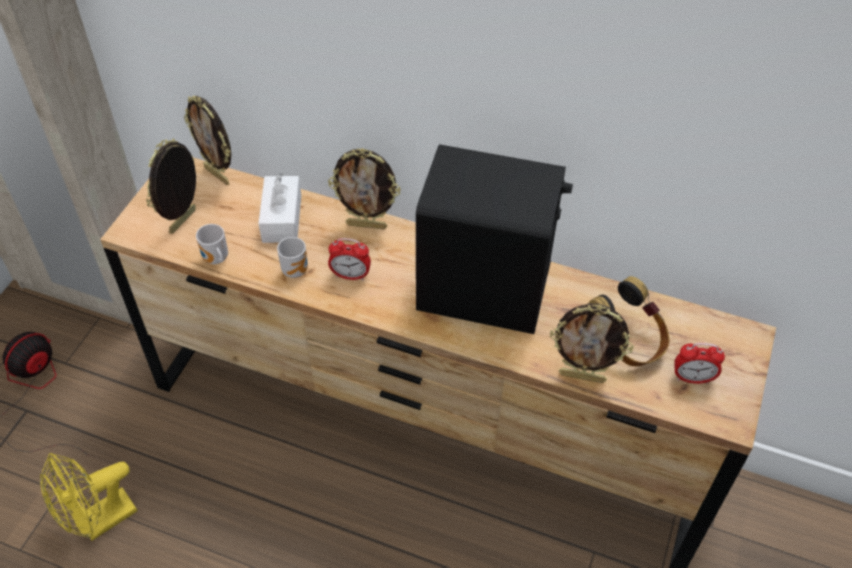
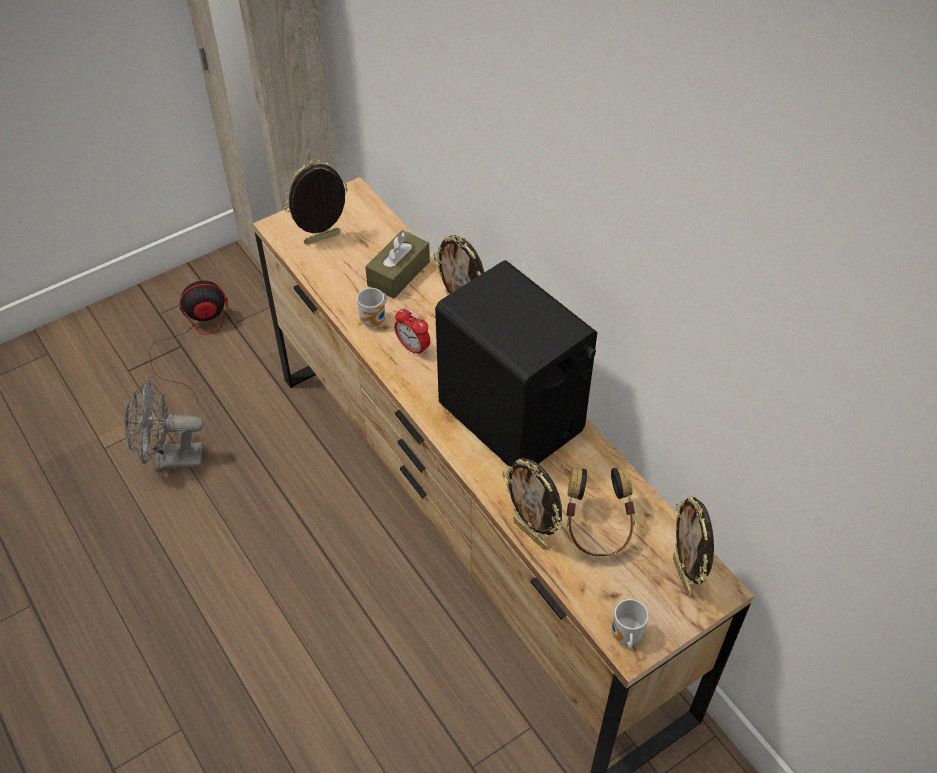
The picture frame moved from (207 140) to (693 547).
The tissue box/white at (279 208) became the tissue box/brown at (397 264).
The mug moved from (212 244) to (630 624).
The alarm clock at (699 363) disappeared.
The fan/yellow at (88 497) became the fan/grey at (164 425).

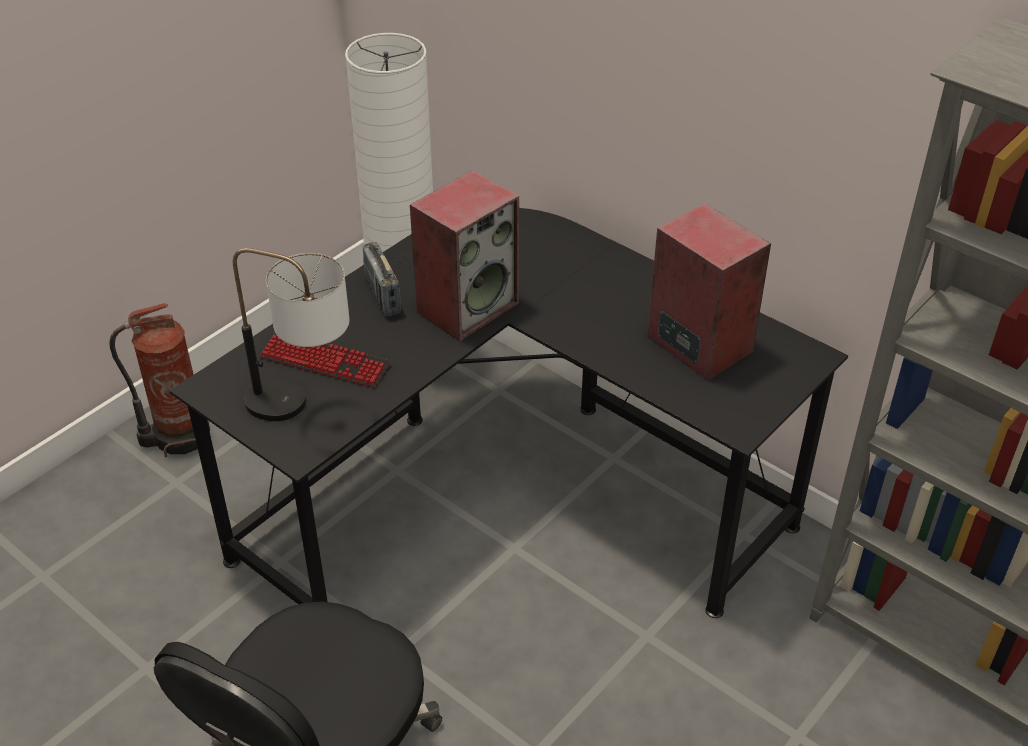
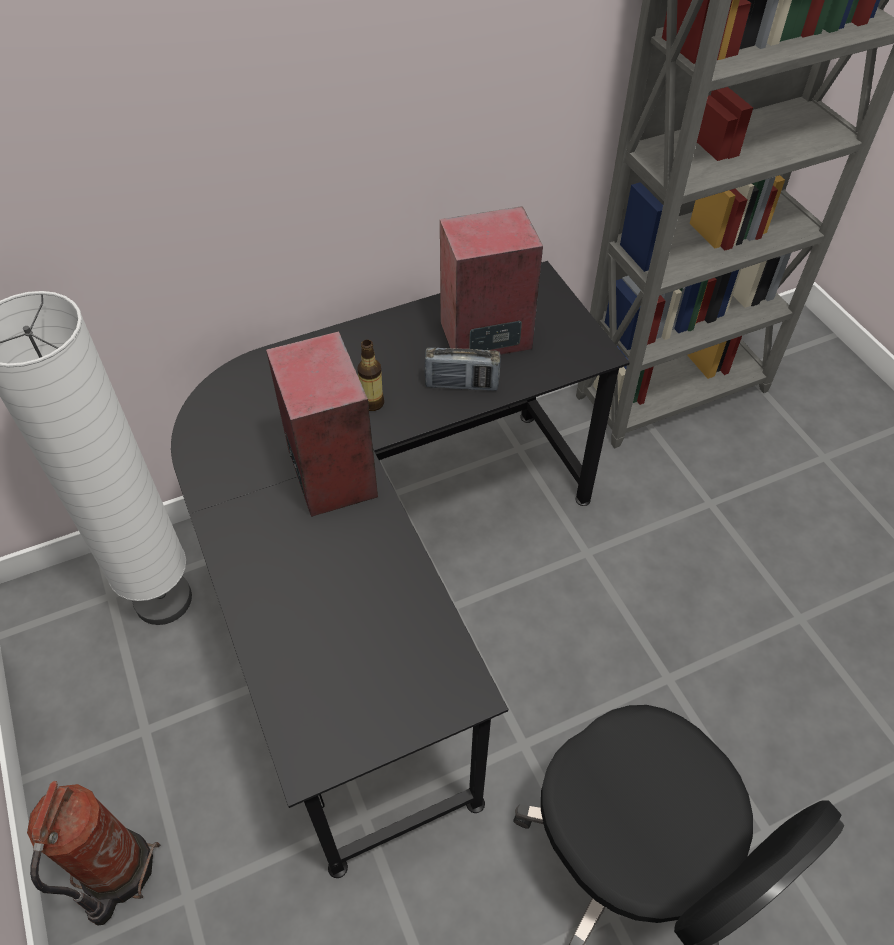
The radio moved from (382 279) to (463 369).
The table lamp at (291 334) disappeared.
The keyboard at (325 360) disappeared.
The bottle at (370 375) appeared.

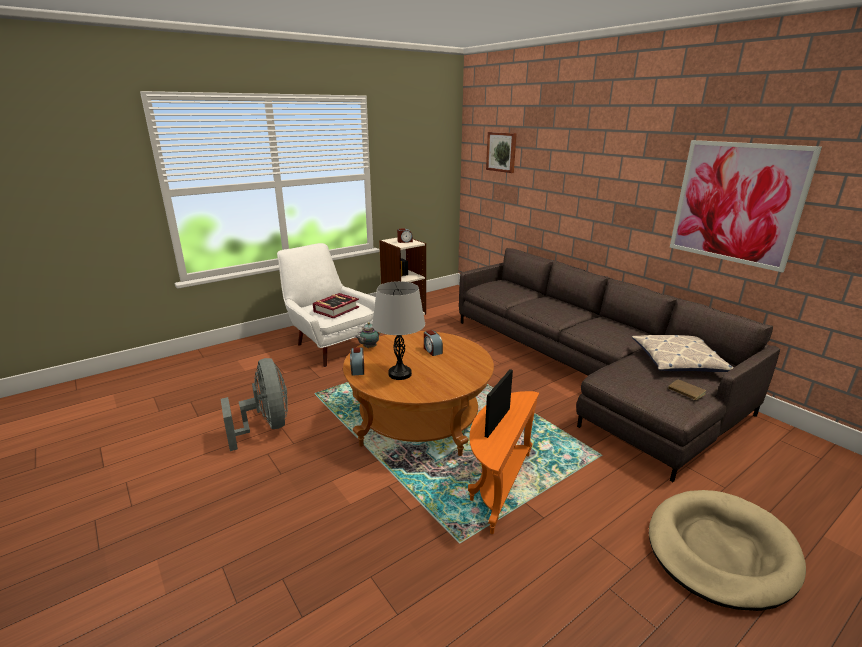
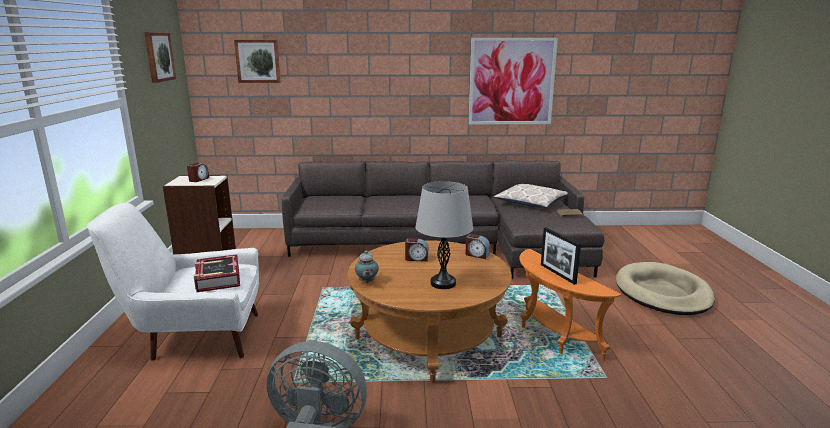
The alarm clock moved from (357 361) to (478 246).
The picture at (160 57) appeared.

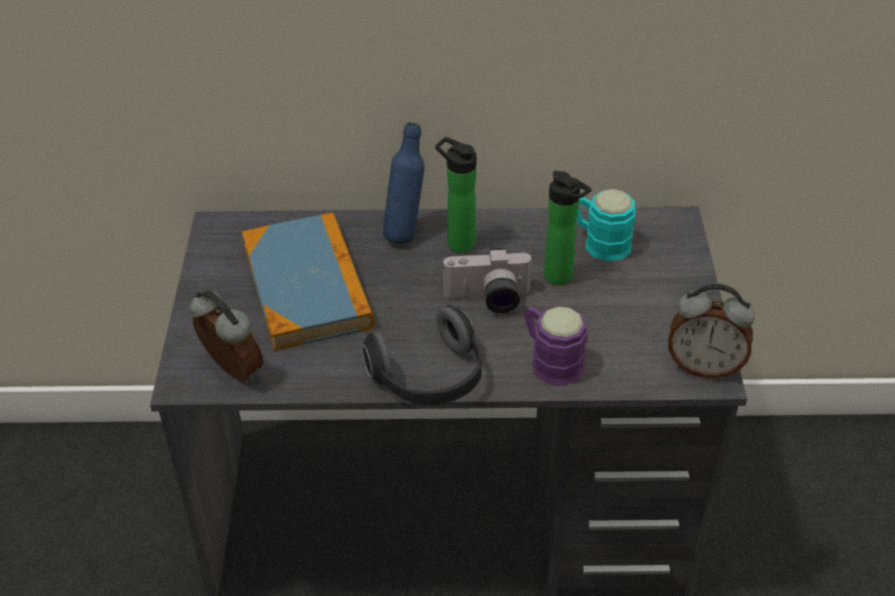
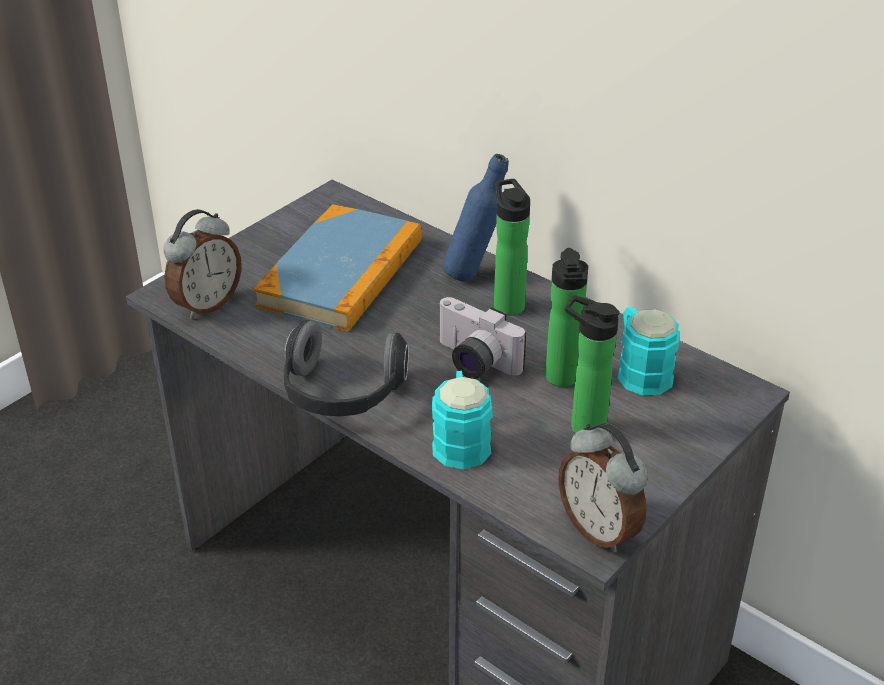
The alarm clock at (226 335) turned 45 degrees clockwise.
The mug/purple at (556 346) became the mug/turquoise at (462 420).
The bottle at (592 364) appeared.

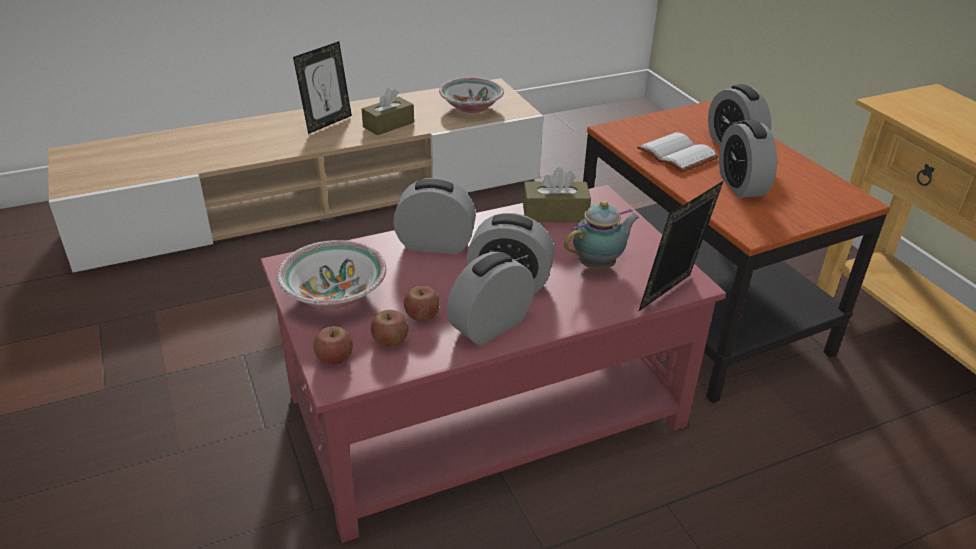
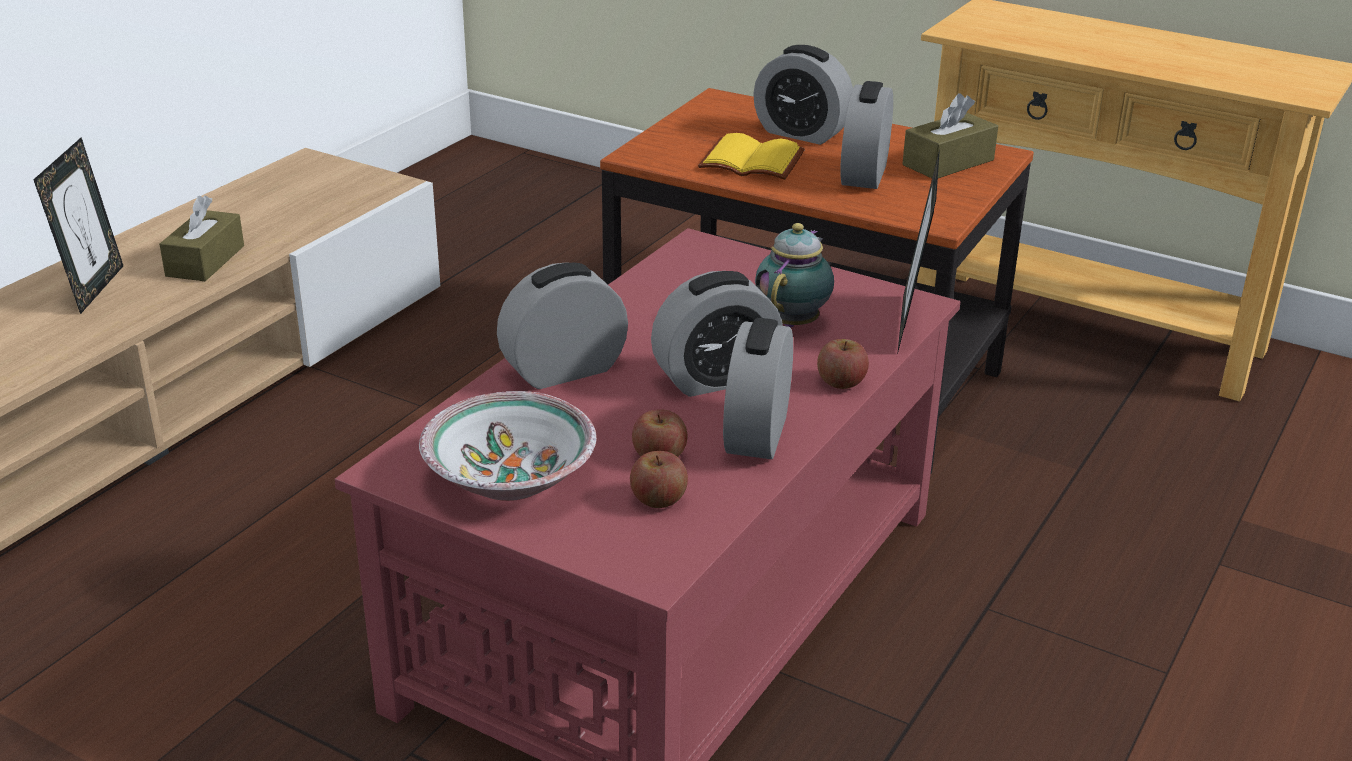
The bowl at (471 95) disappeared.
The alarm clock at (748 159) turned 60 degrees clockwise.
The book/white at (678 152) became the book/yellow at (751 156).
The tissue box/brown moved from (557 194) to (950 135).
The apple moved from (333 345) to (843 364).

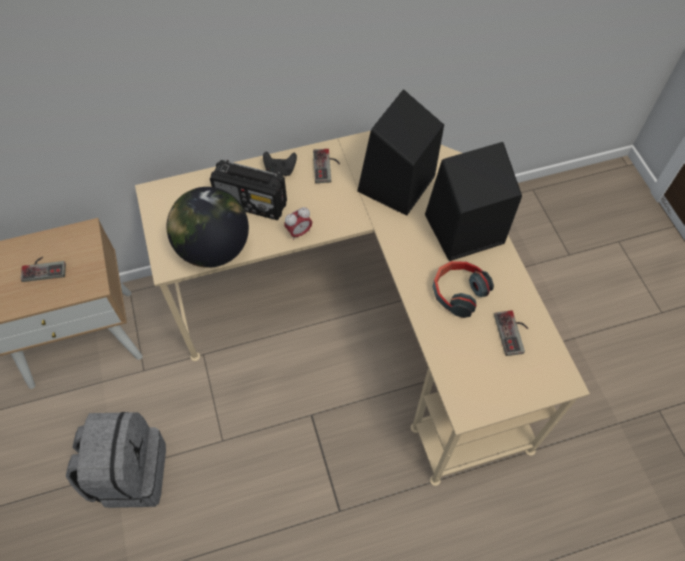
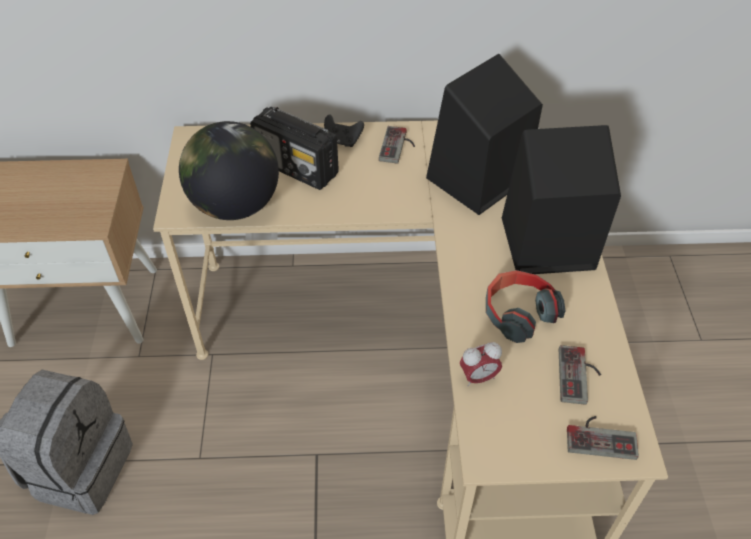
The alarm clock moved from (298 223) to (481 364).
The game controller moved from (43 269) to (603 438).

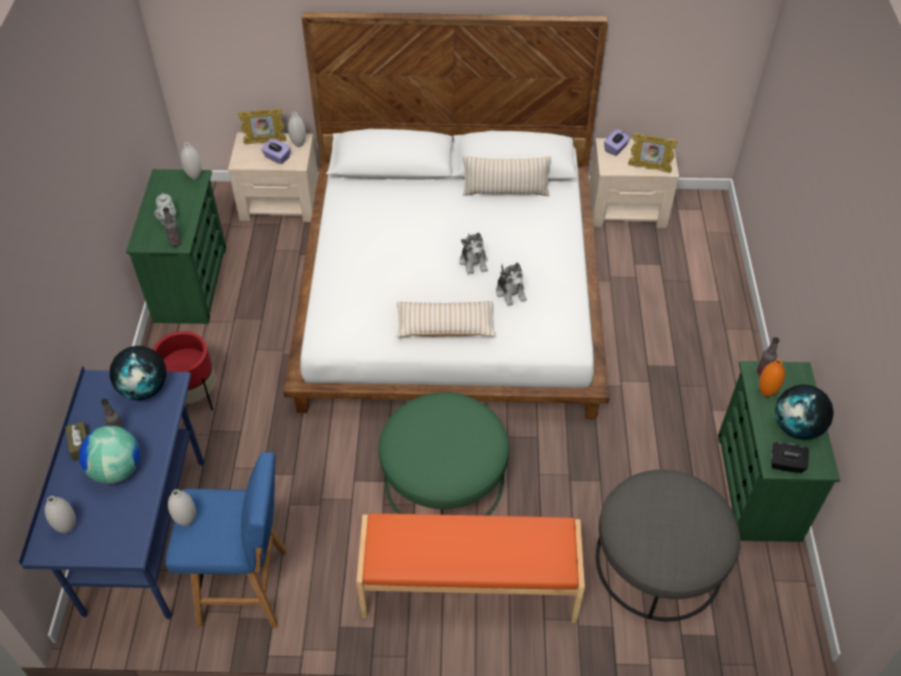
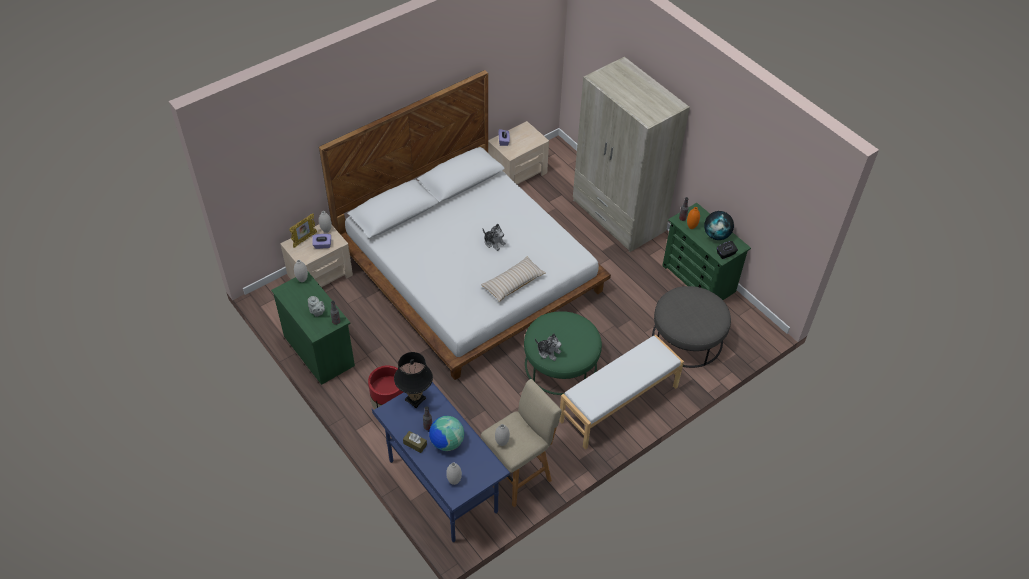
The picture frame at (653 153) disappeared.
The pillow/beige at (507 176) disappeared.
The plush toy moved from (511 284) to (548 347).
The globe at (138 373) was replaced by the table lamp/black at (413 380).
The stool/blue at (226 540) became the stool/beige at (521 443).
The bench/orange at (470 568) became the bench/white at (621 392).
The wardrobe/beige at (631 154) appeared.

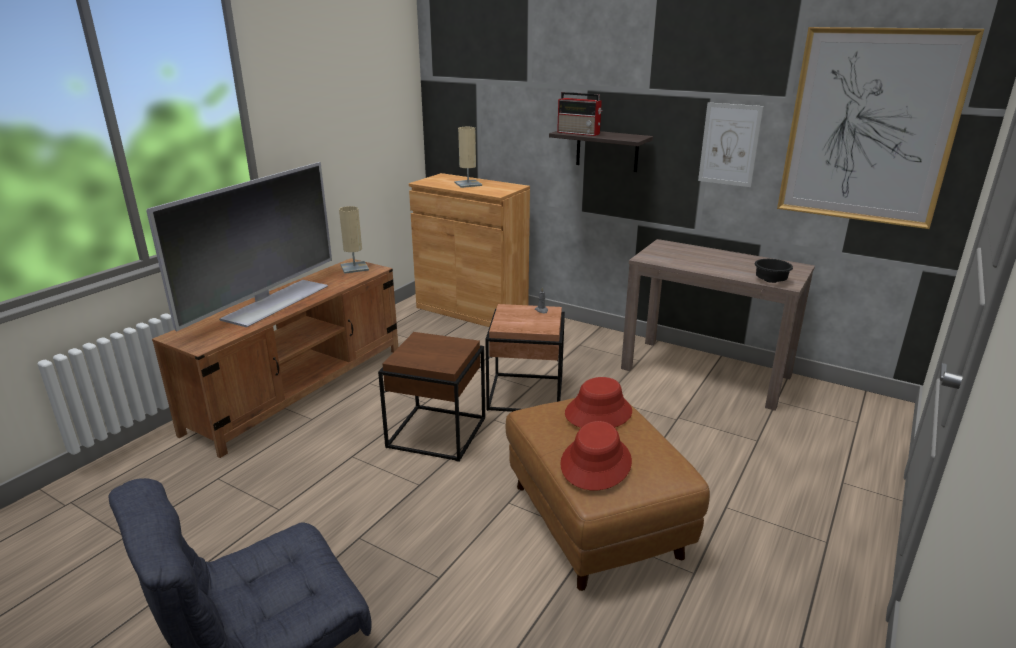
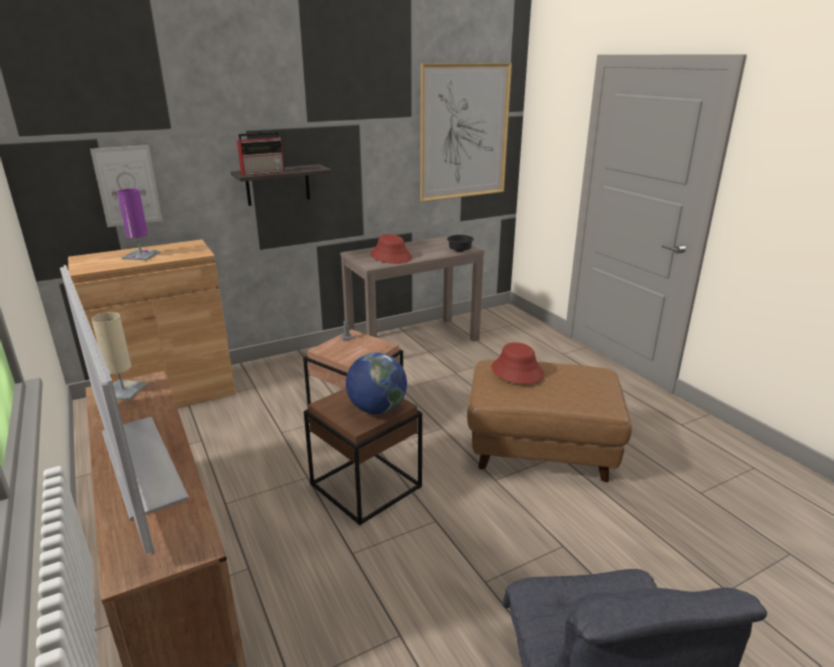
The picture moved from (730 144) to (126 186).
The table lamp/beige at (468 157) became the table lamp/purple at (138 224).
The hat/red moved from (596 455) to (391 249).
The globe at (376 383) appeared.

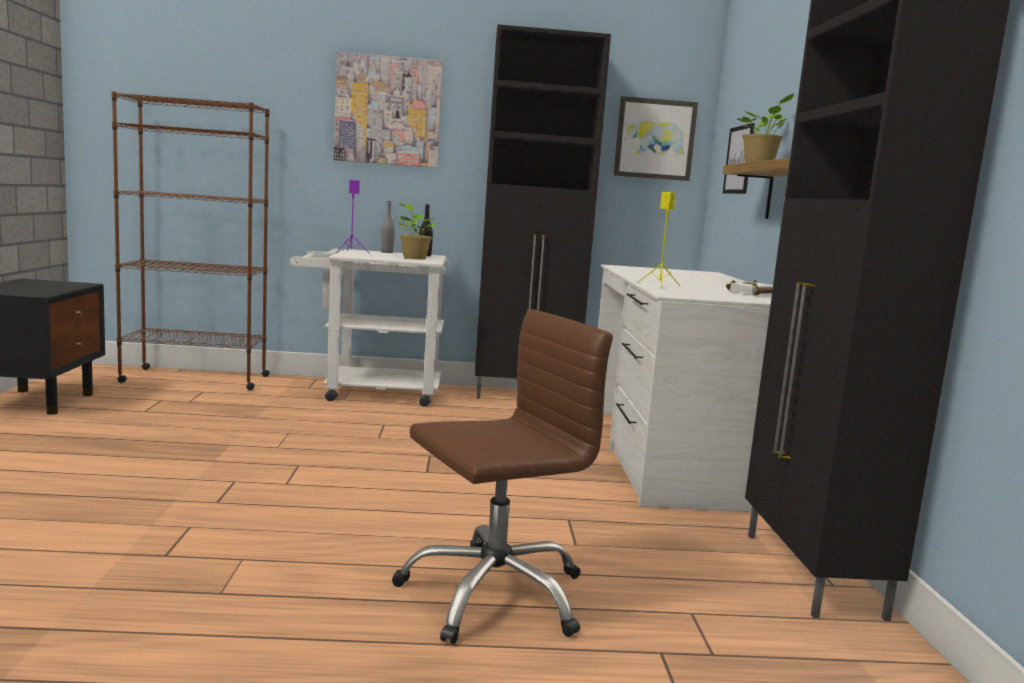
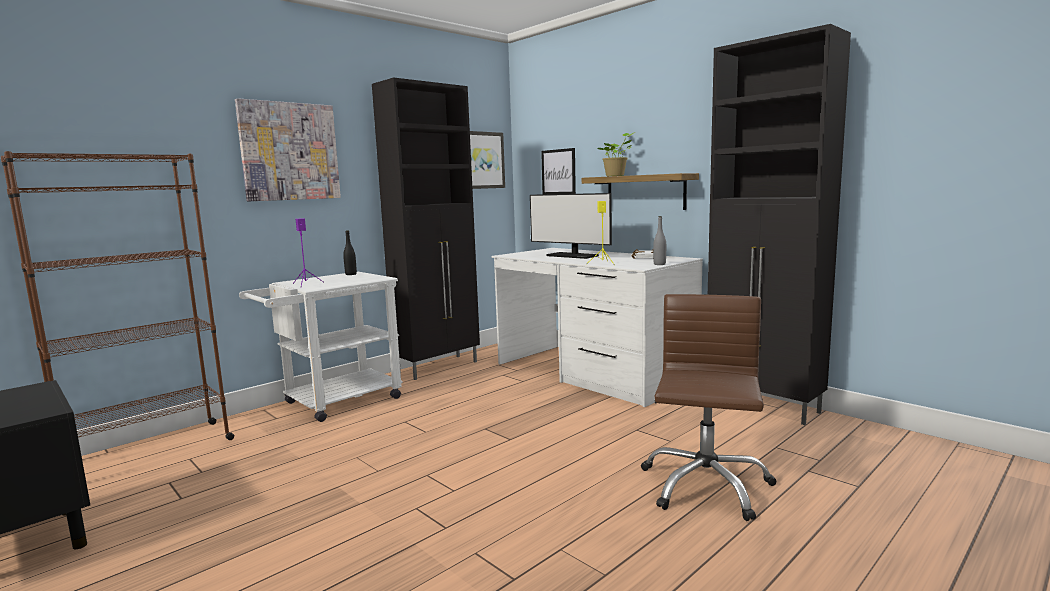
The bottle/grey moved from (388 227) to (659 240).
The potted plant at (415 231) disappeared.
The monitor at (571 226) appeared.

